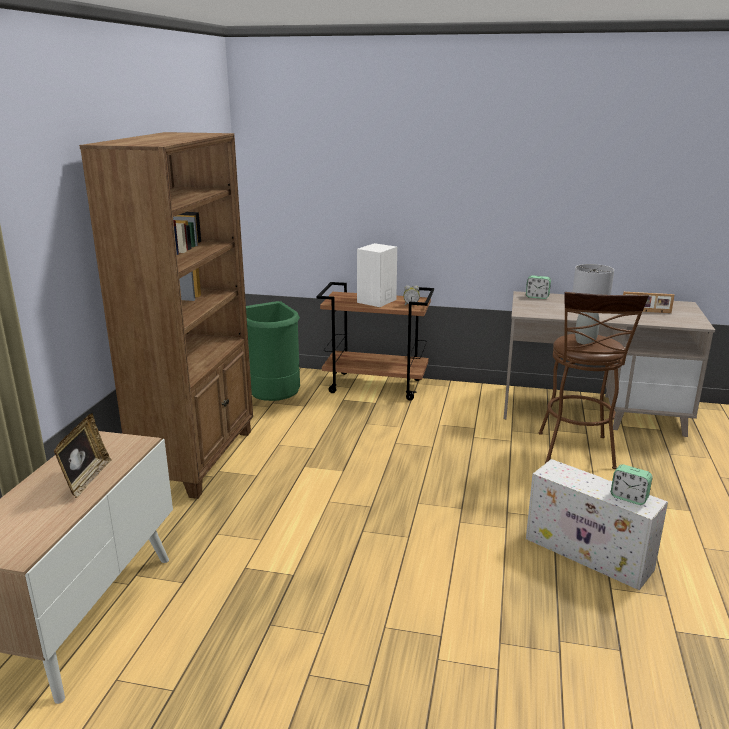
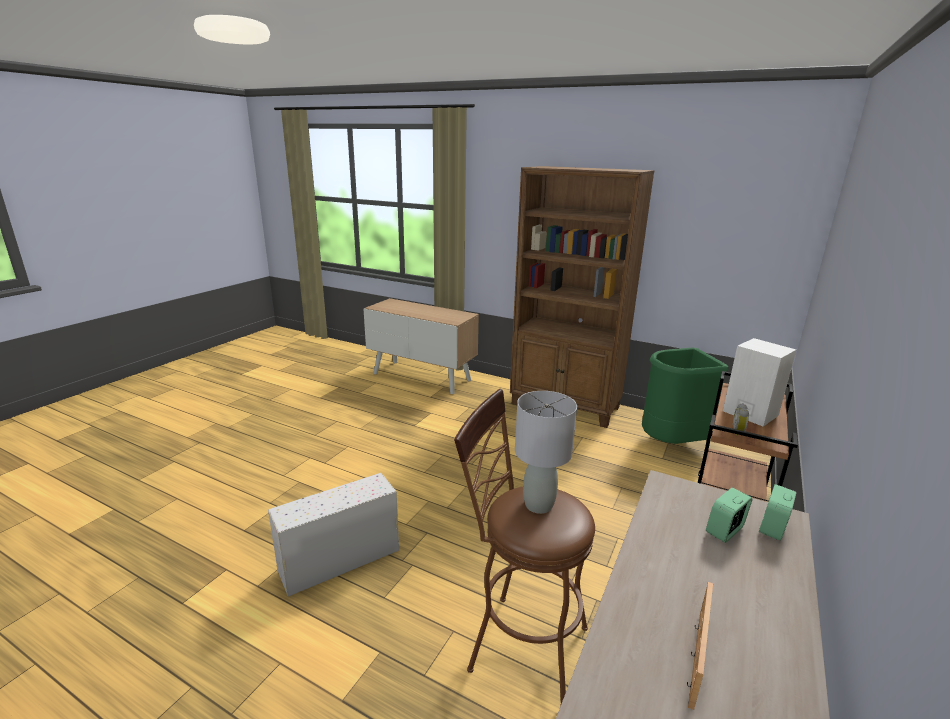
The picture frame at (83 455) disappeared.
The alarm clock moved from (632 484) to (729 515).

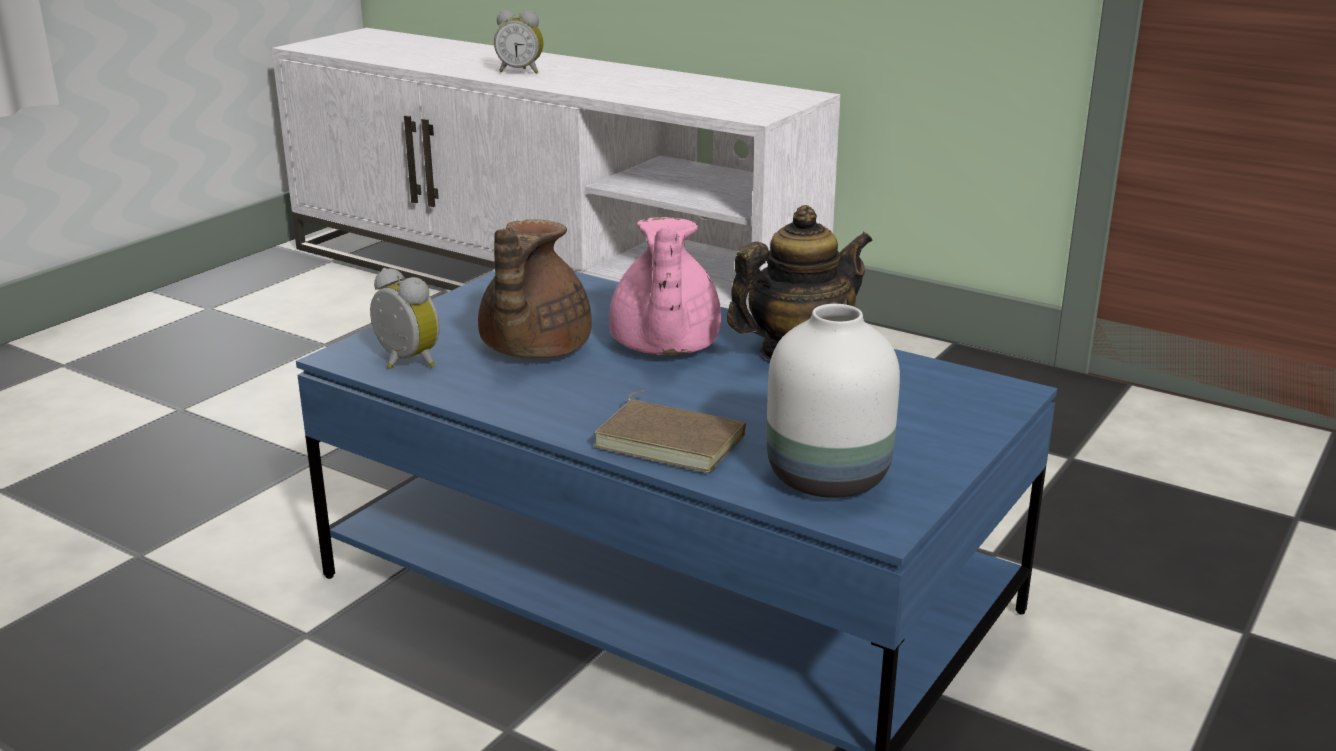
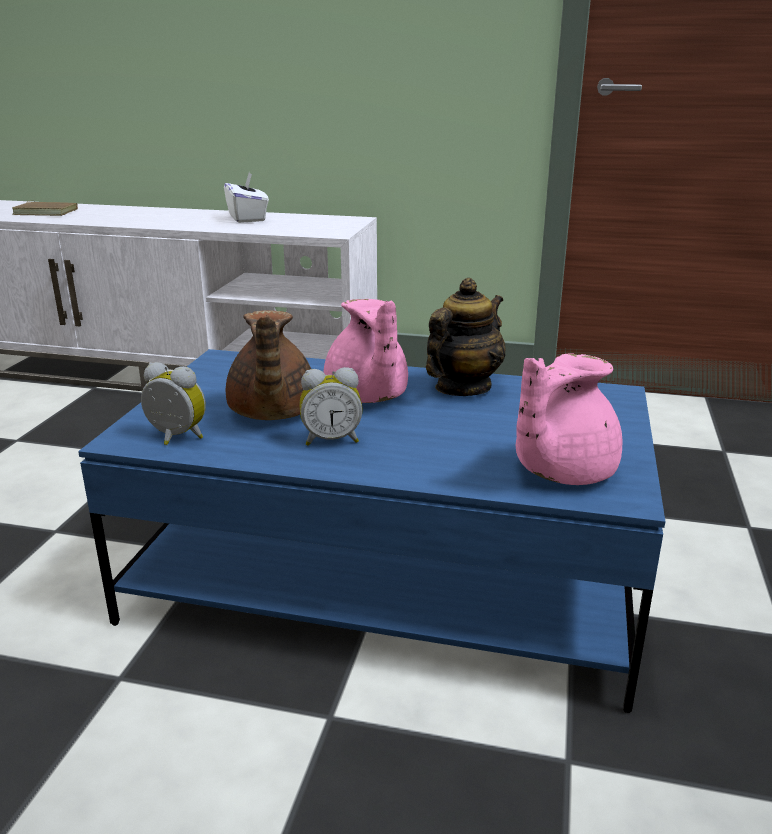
The alarm clock moved from (519 42) to (331 406).
The vase/white at (833 401) was replaced by the teapot/pink at (569 419).
The book/brown moved from (669 431) to (45 208).
The tissue box/white at (246 198) appeared.

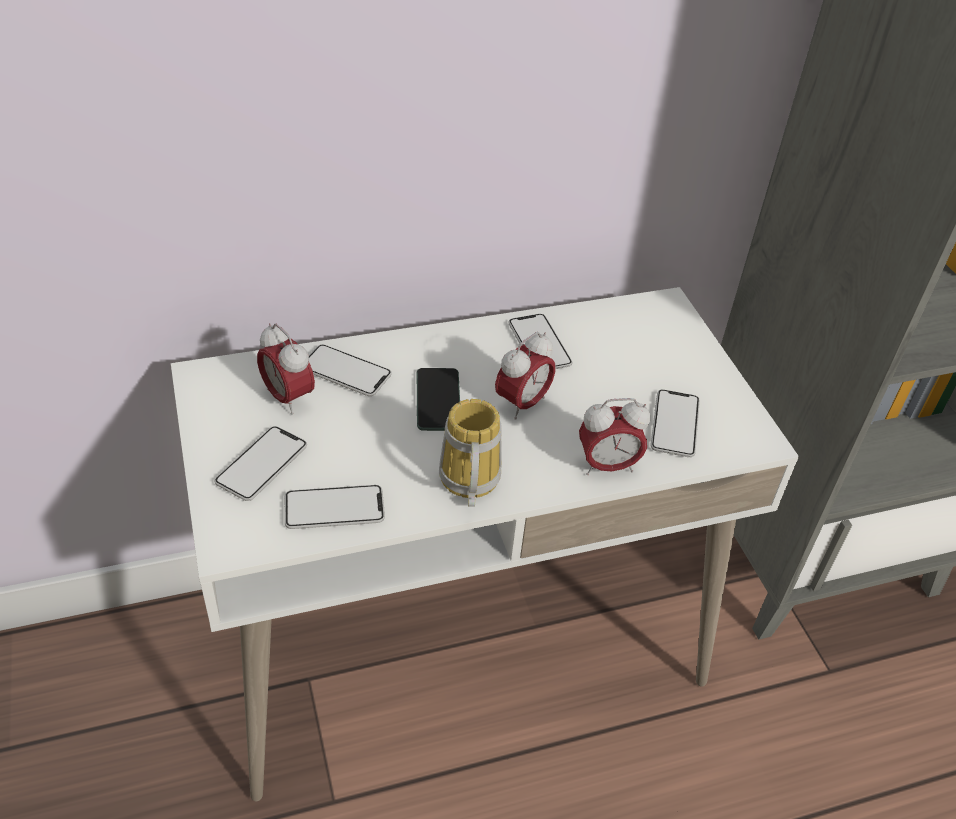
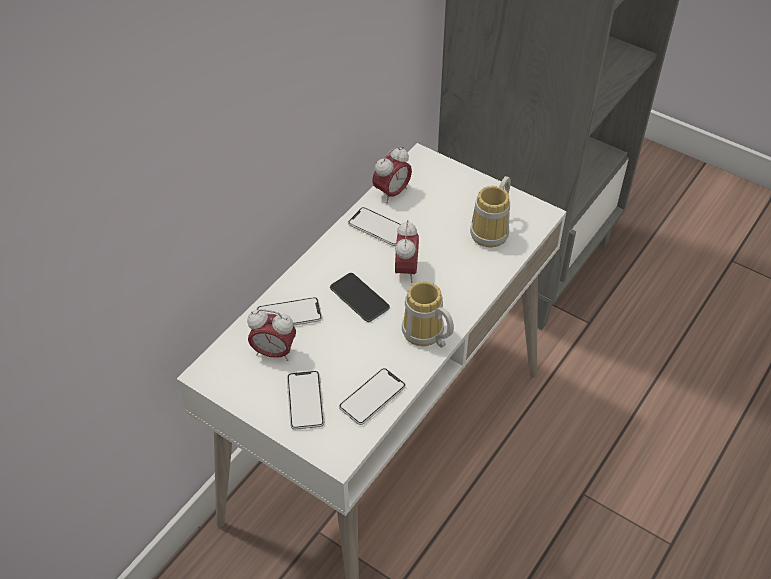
The phone at (675 423) was replaced by the mug at (490 211).
The alarm clock moved from (614 436) to (392 174).

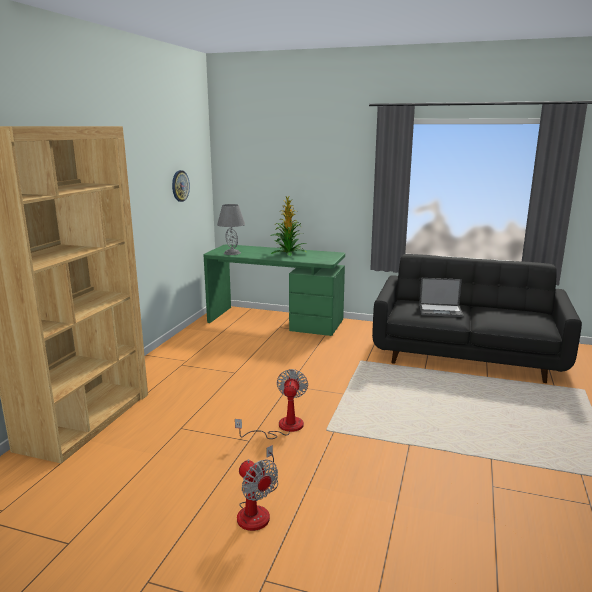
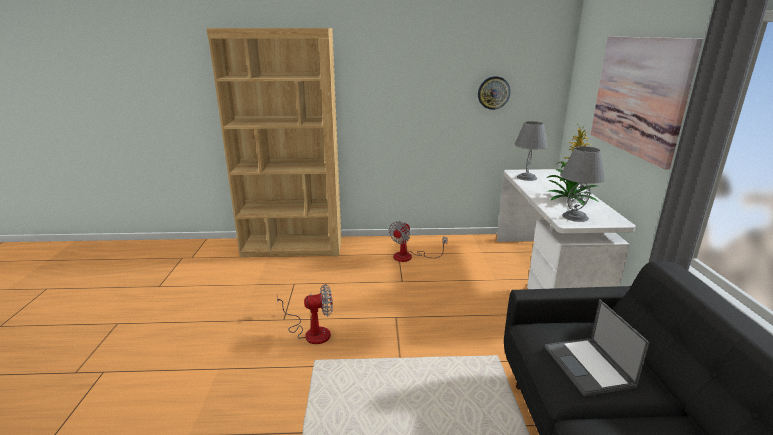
The desk/green at (274 290) became the desk/white at (566 229).
The fan moved from (257 488) to (418 241).
The picture at (647 102) appeared.
The table lamp/grey at (583 184) appeared.

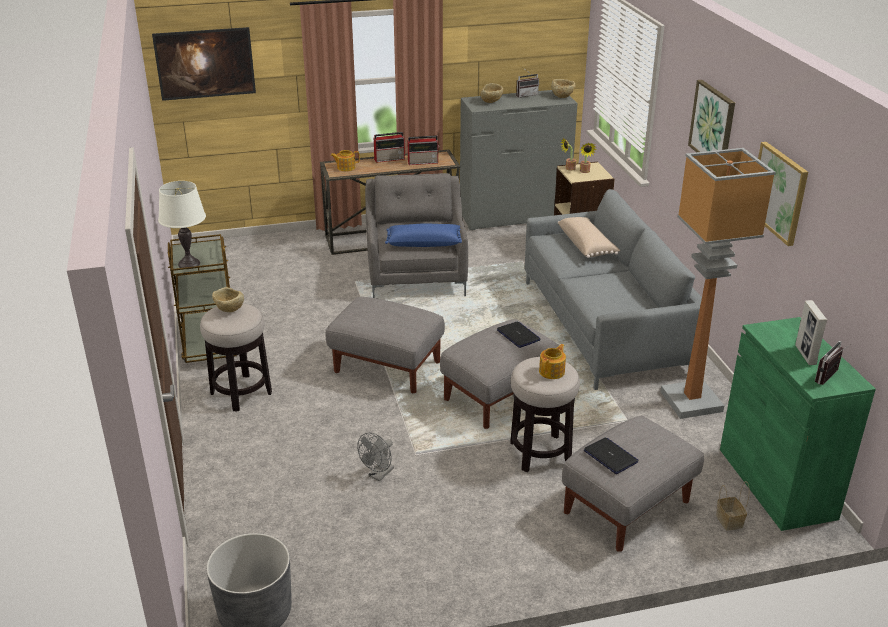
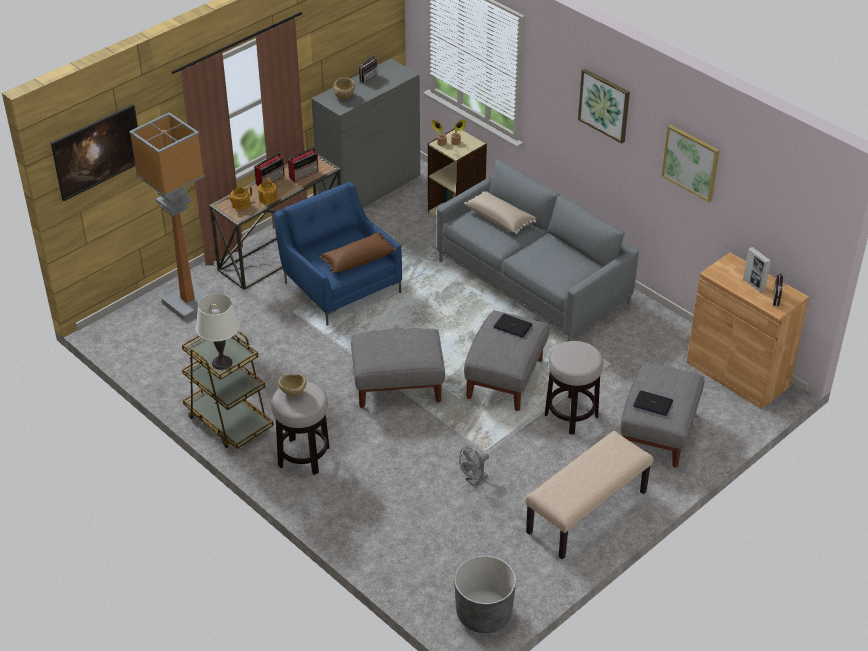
The bowl/beige at (563 88) disappeared.
The floor lamp moved from (718 283) to (168 216).
The armchair/grey at (416 235) became the armchair/blue at (337 254).
The pillow/blue at (423 235) became the pillow/brown at (358 253).
The cabinet/green at (798 424) became the cabinet/brown at (747 331).
The teapot moved from (552 361) to (267 190).
The fan/grey at (375 456) turned 45 degrees clockwise.
The basket at (733 506) disappeared.
The bench/beige at (589 495) appeared.

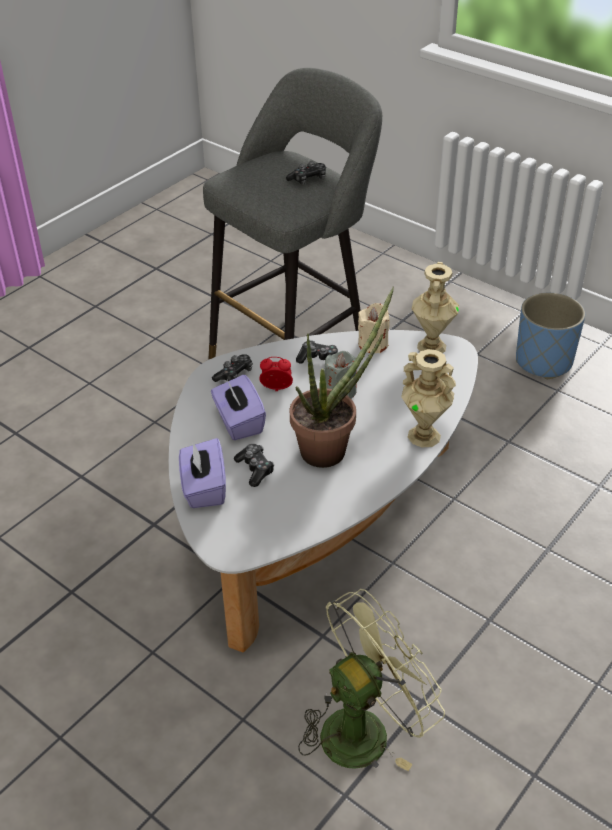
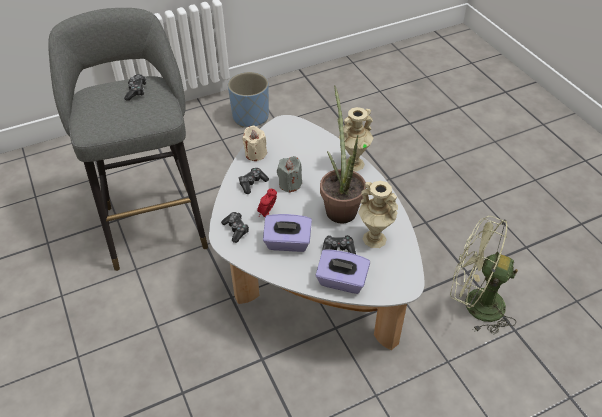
The vase/beige moved from (435 307) to (378 214).
The fan/green at (371 680) turned 60 degrees counterclockwise.

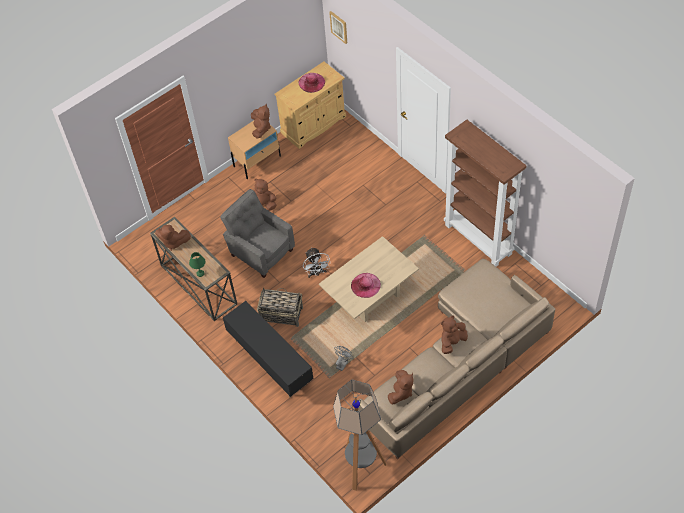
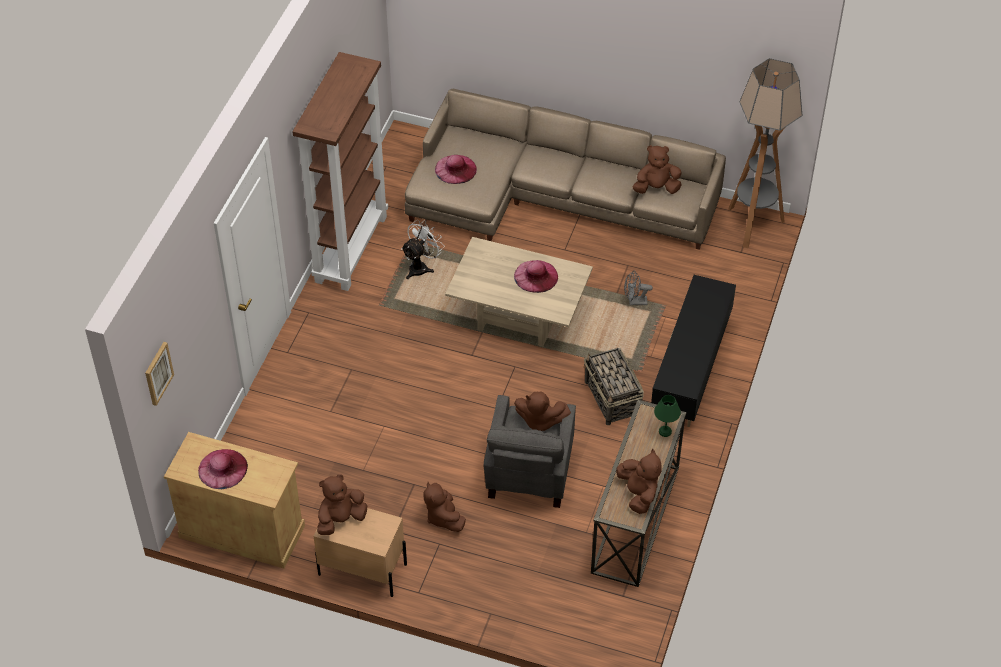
The fan/white moved from (317 262) to (422 249).
The plush toy/brown moved from (454 335) to (542 411).
The hat/pink at (456 169) appeared.

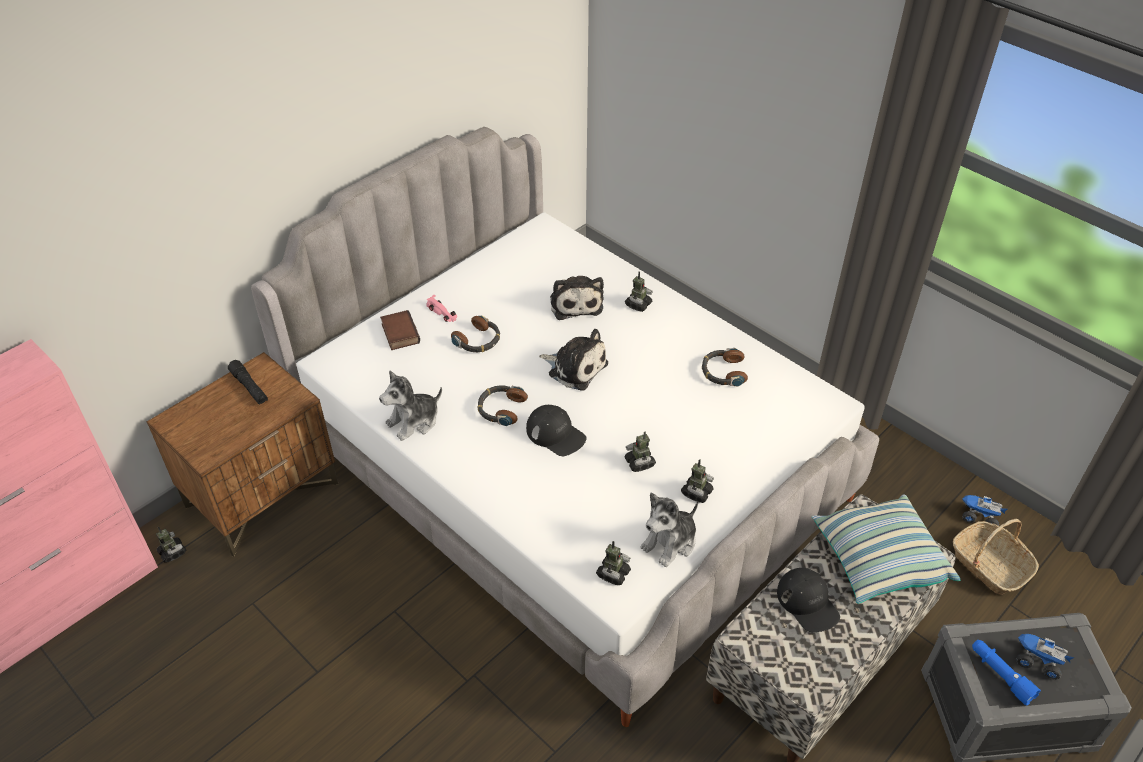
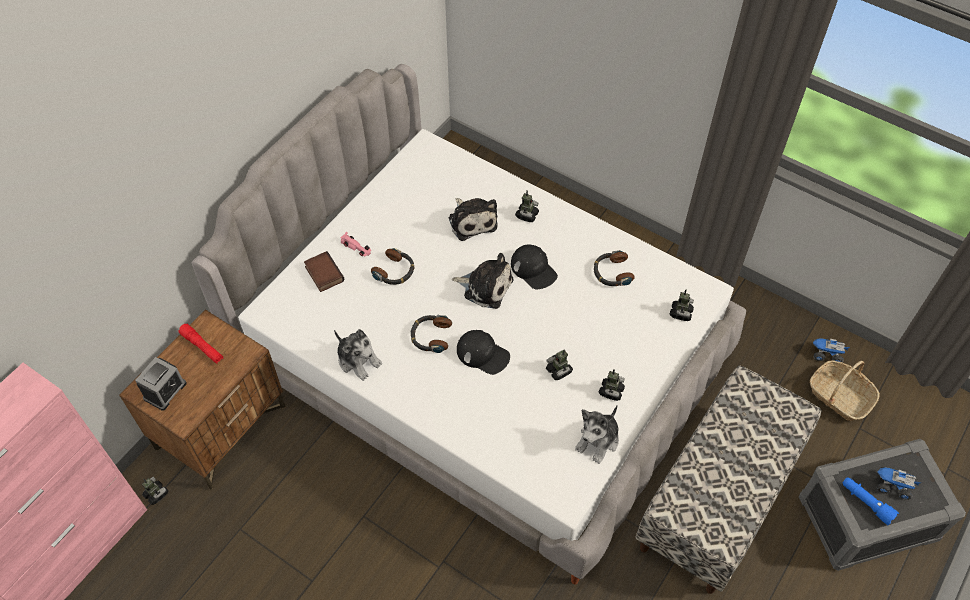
The flashlight/black at (248 382) became the flashlight/red at (200 344).
The plush toy at (410 405) turned 90 degrees counterclockwise.
The pillow at (886 549) disappeared.
The toy robot moved from (613 563) to (682 305).
The cap/black moved from (808 600) to (534 266).
The alarm clock at (161 384) appeared.

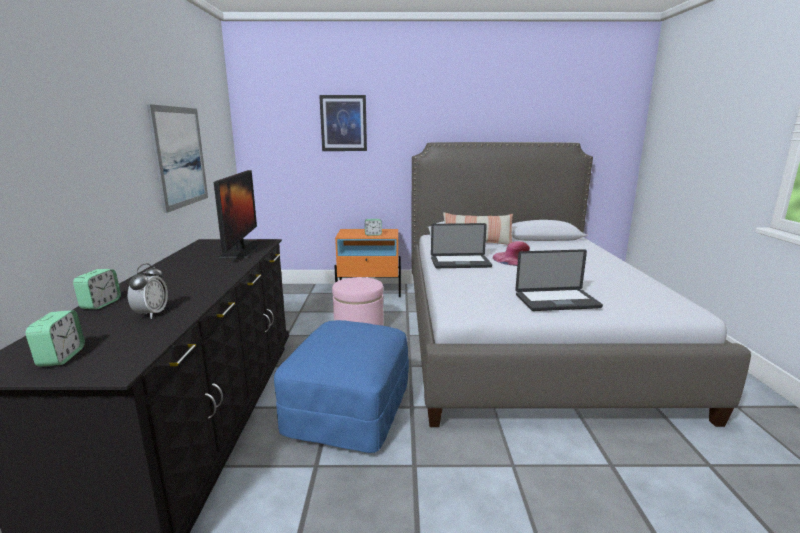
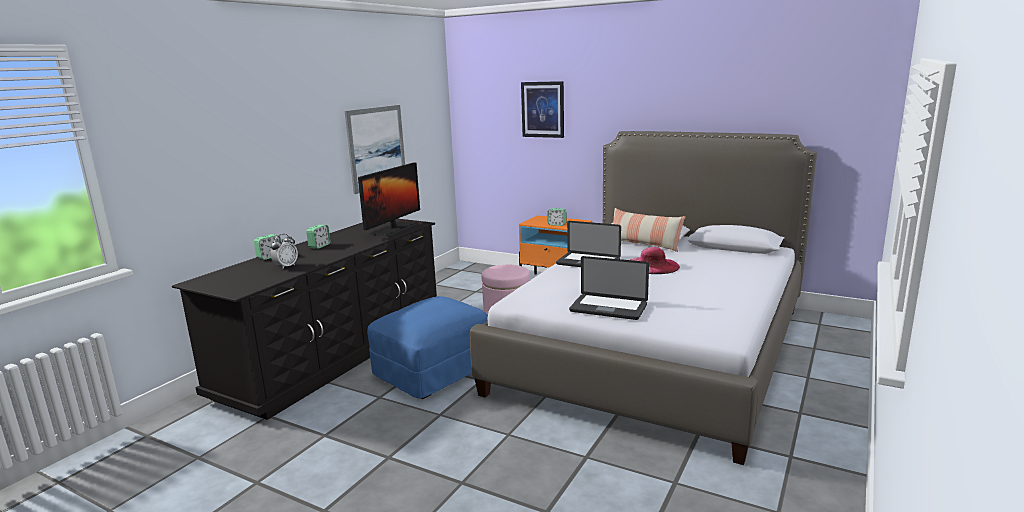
The alarm clock moved from (55 338) to (318 237).

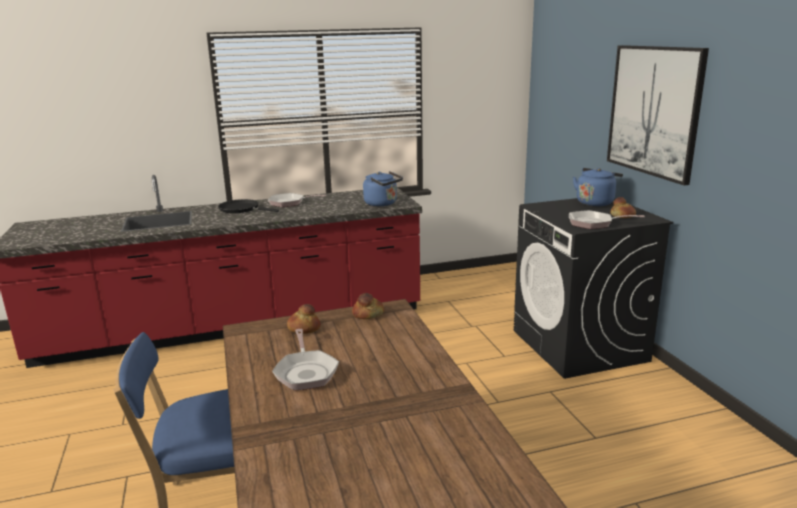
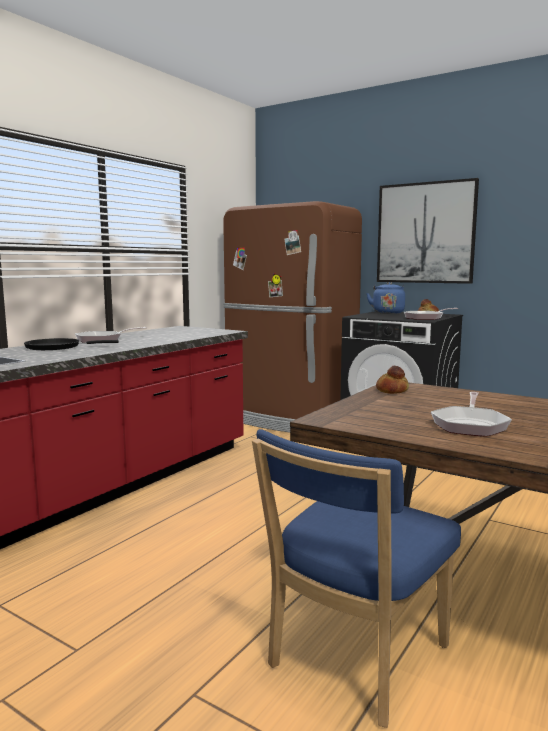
The kettle/blue at (383 188) disappeared.
The bread at (304 319) disappeared.
The frying pan at (305 359) turned 75 degrees clockwise.
The fridge/brown at (292 317) appeared.

